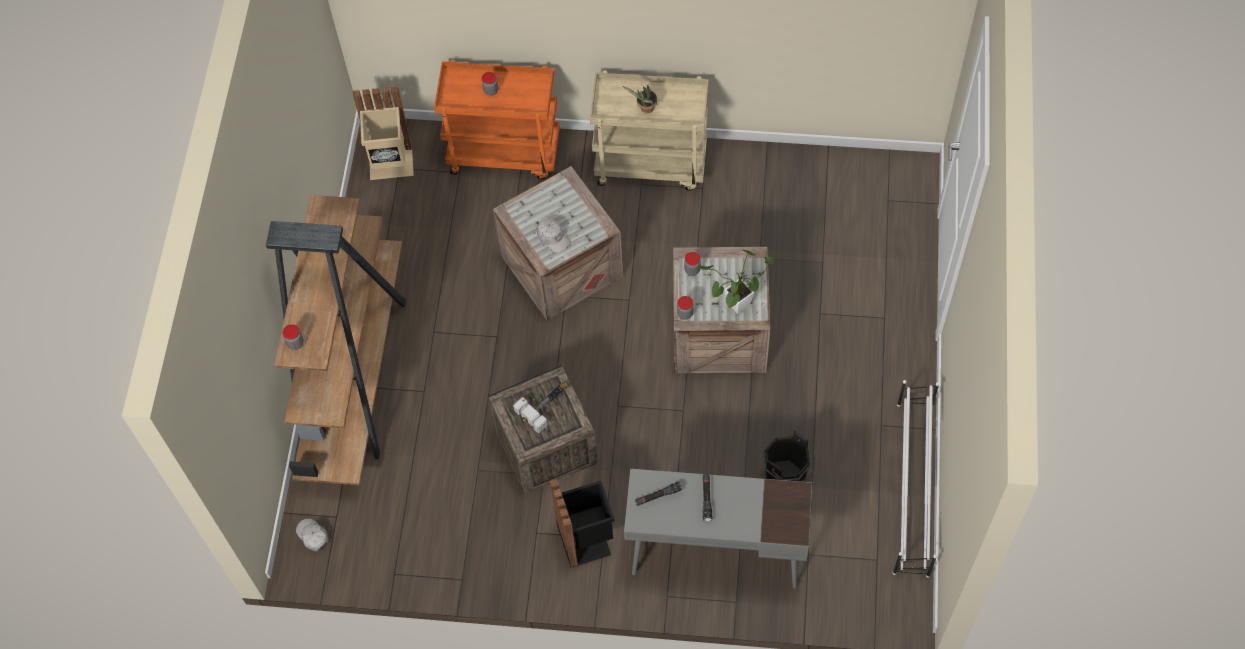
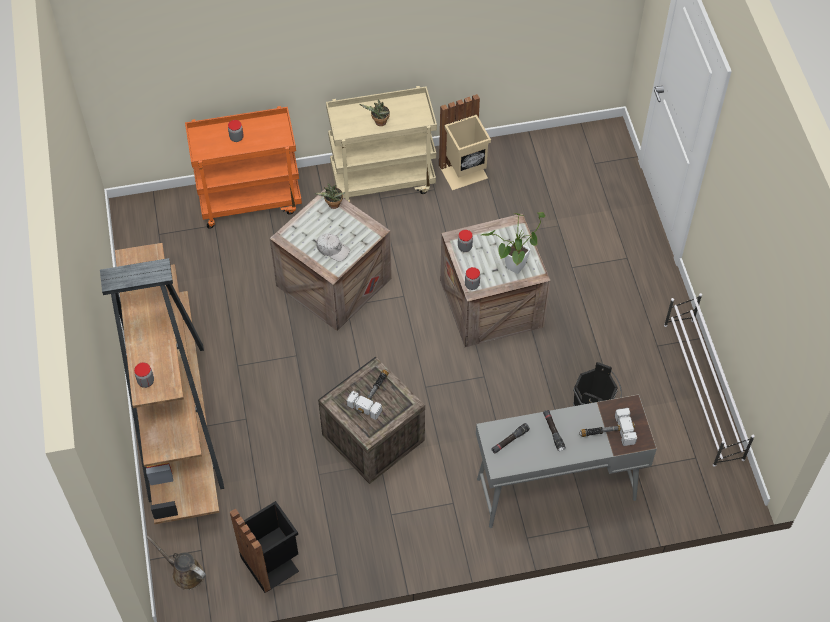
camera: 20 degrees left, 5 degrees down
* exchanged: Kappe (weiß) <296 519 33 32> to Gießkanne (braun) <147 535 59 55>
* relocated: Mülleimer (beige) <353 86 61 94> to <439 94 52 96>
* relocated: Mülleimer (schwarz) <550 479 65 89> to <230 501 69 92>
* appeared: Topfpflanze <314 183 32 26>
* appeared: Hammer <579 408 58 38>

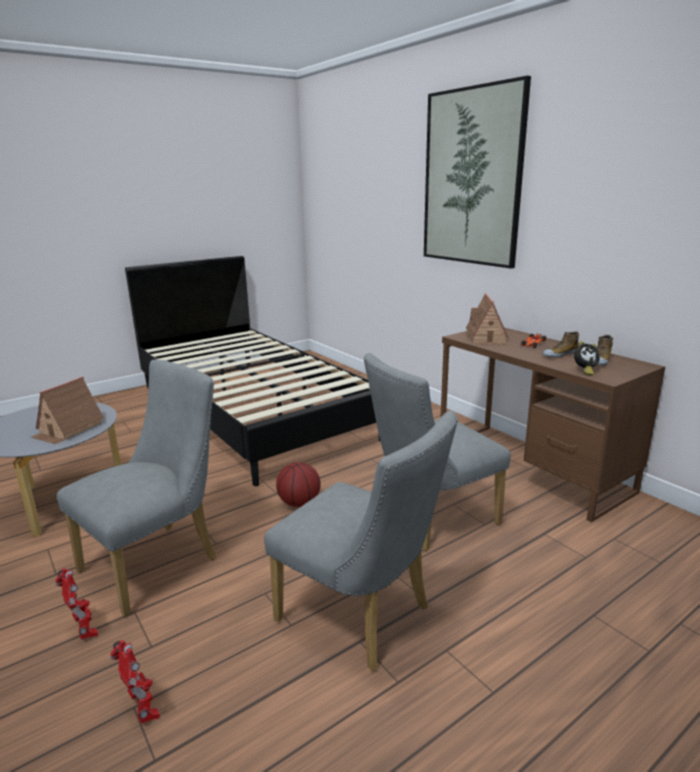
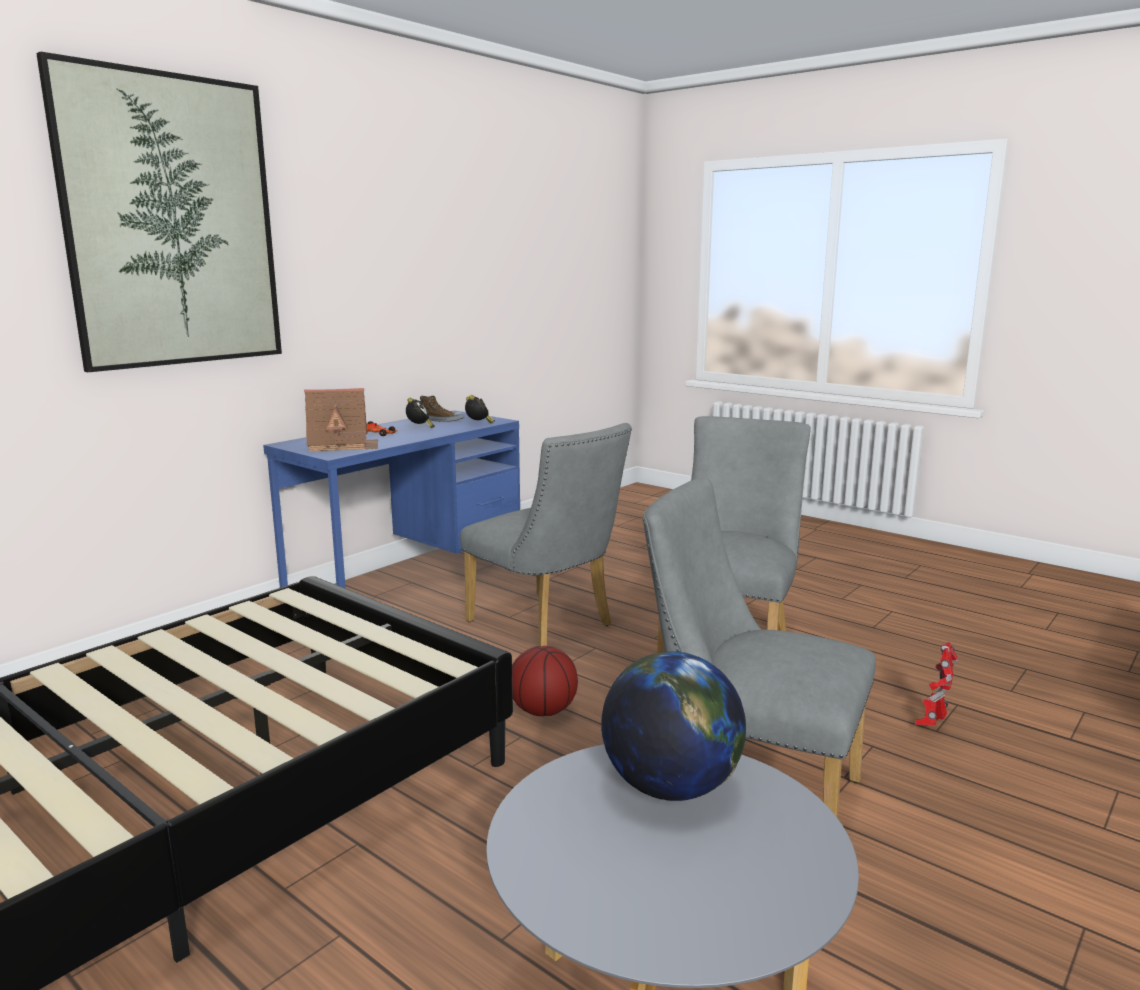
camera: 105 degrees left, 5 degrees down
* exchanged: Spielzeughaus <31 377 73 67> to Globus <601 651 145 150>
* missing: Spielzeugroboter <55 568 43 71>
* colour: Schreibtisch (braun) <440 327 225 195> to Schreibtisch (blau) <263 410 257 178>
* exchanged: Schuh <542 331 37 27> to Wecker <406 397 29 31>

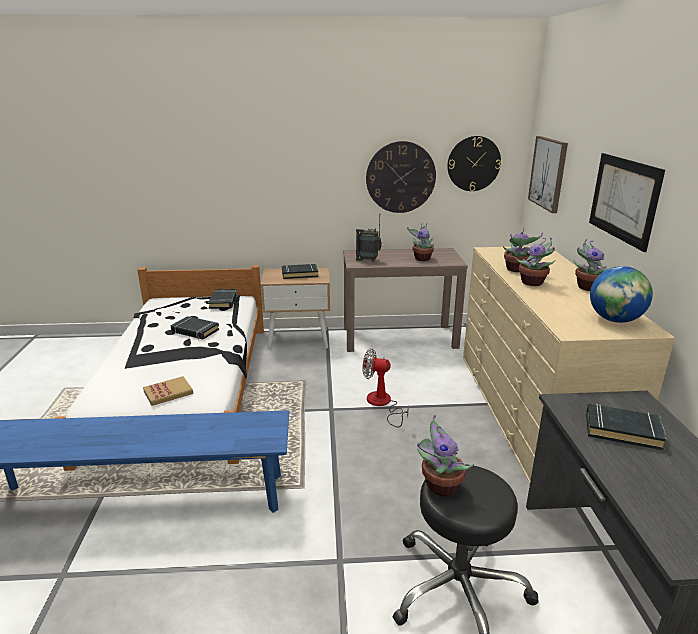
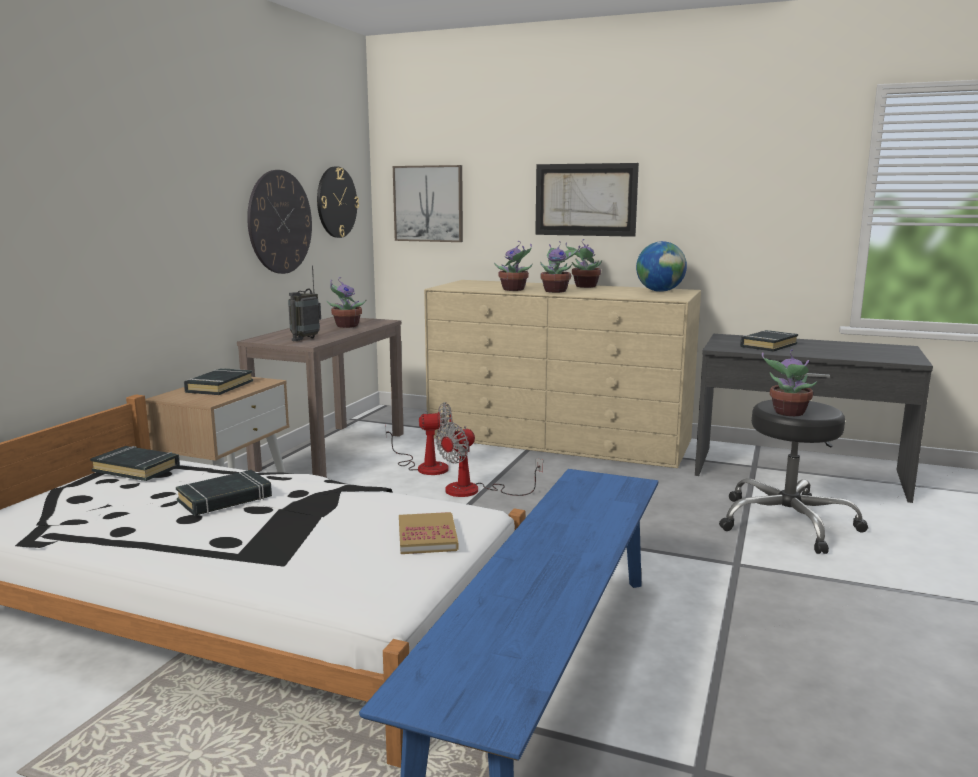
camera: 65 degrees left, 10 degrees down
* appeared: Ventilator <386 402 66 73>

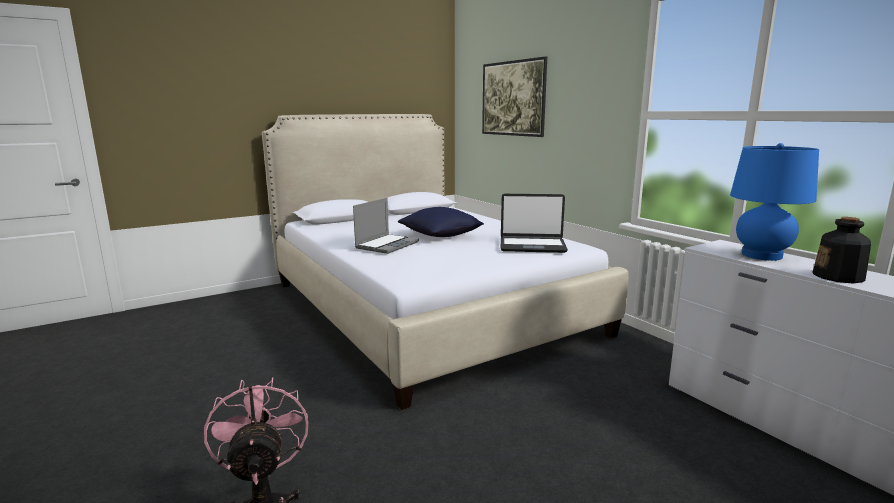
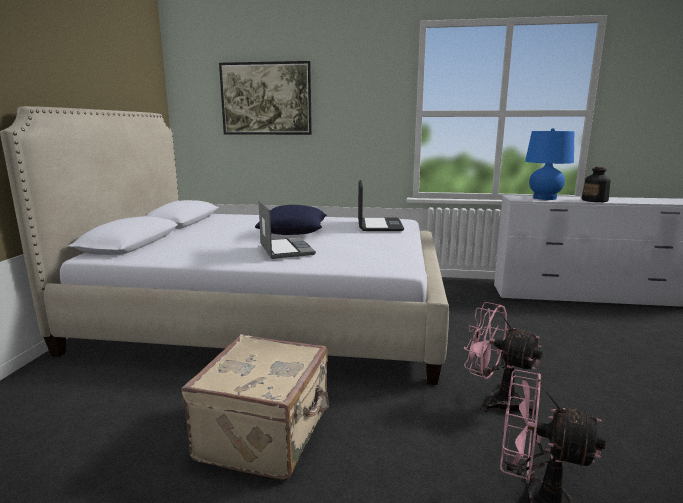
camera: 50 degrees left, 0 degrees up
* spun: Laptop <501 194 67 59> = <358 180 46 51> 45 degrees counterclockwise
* appeared: Koffer (beige) <181 334 149 146>
* appeared: Ventilator (rosa) <464 302 79 113>

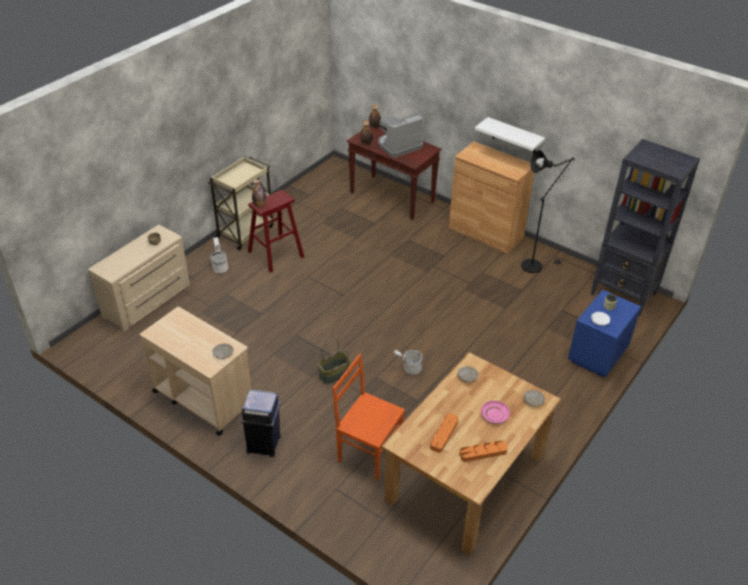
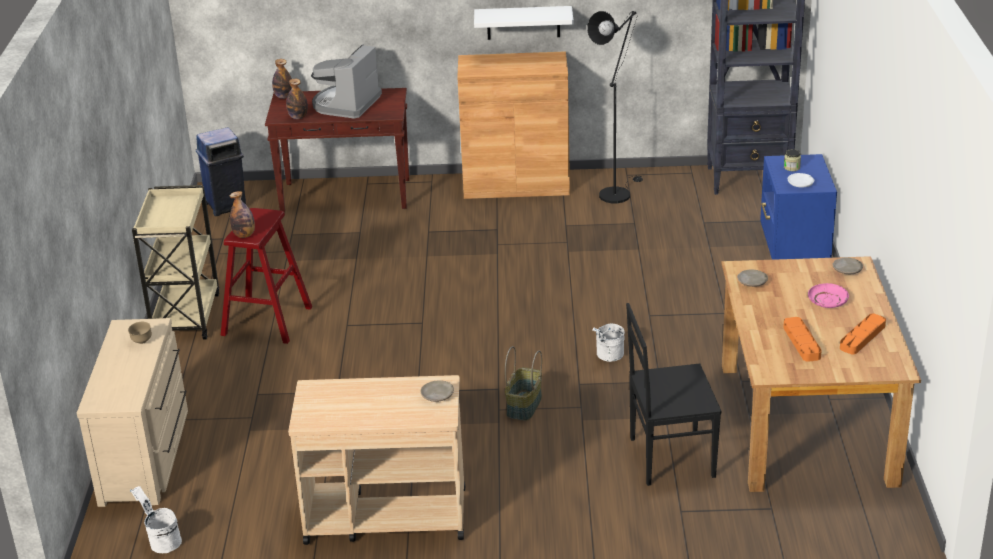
camera: 35 degrees left, 10 degrees down
* relocated: Eimer (weiß) <211 237 17 36> to <130 486 52 67>
* relocated: Mülleimer (blau) <241 389 40 68> to <196 127 50 89>
* colour: Stuhl (orange) <333 354 72 126> to Stuhl (schwarz) <626 303 96 183>

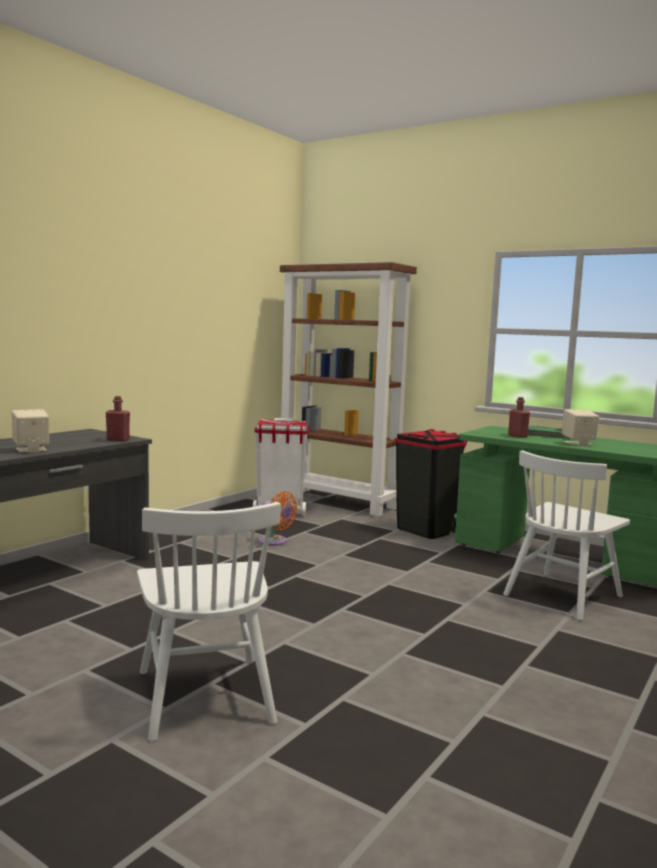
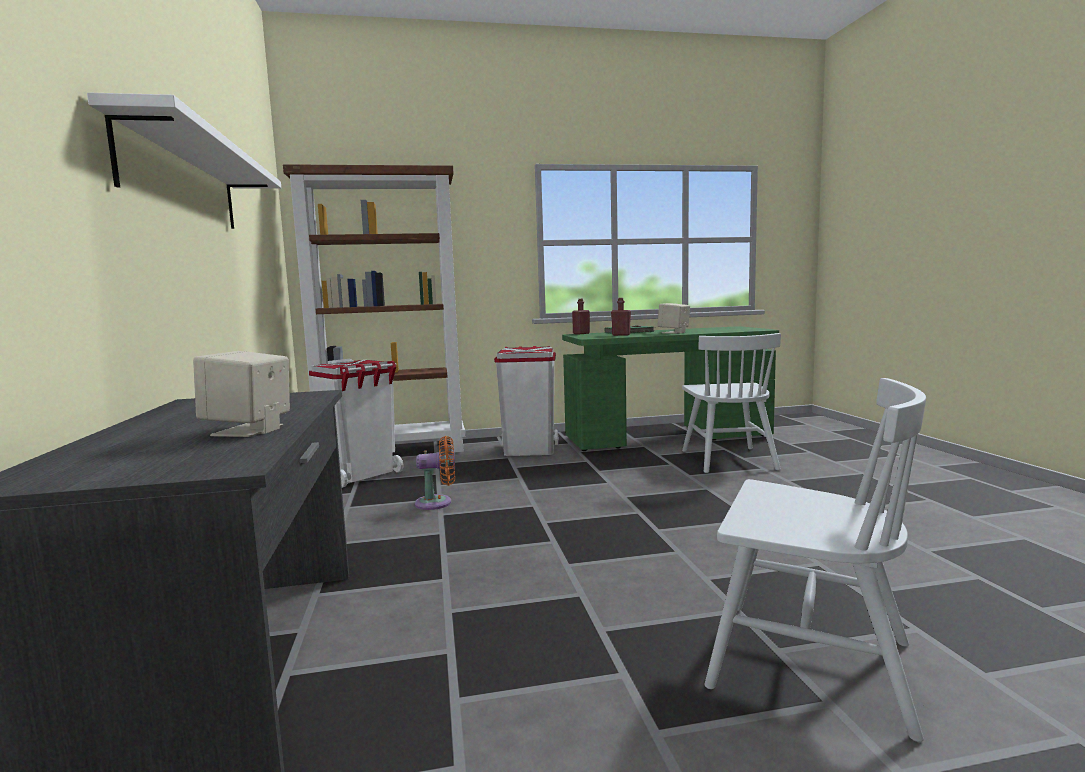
camera: 45 degrees left, 0 degrees up
* relocated: Flasche (rot) <106 396 24 45> to <572 299 18 35>
* colour: Mülleimer (schwarz) <394 429 73 110> to Mülleimer (weiß) <494 346 64 110>
* appeared: Wandregal (weiß) <87 92 194 137>

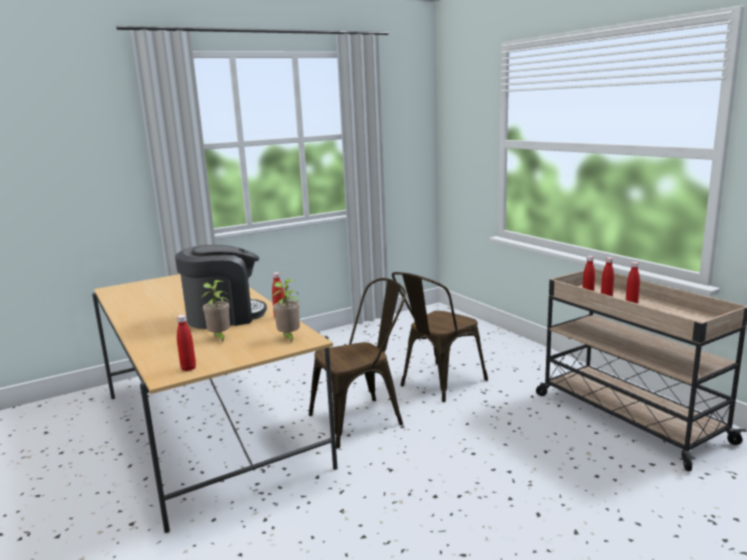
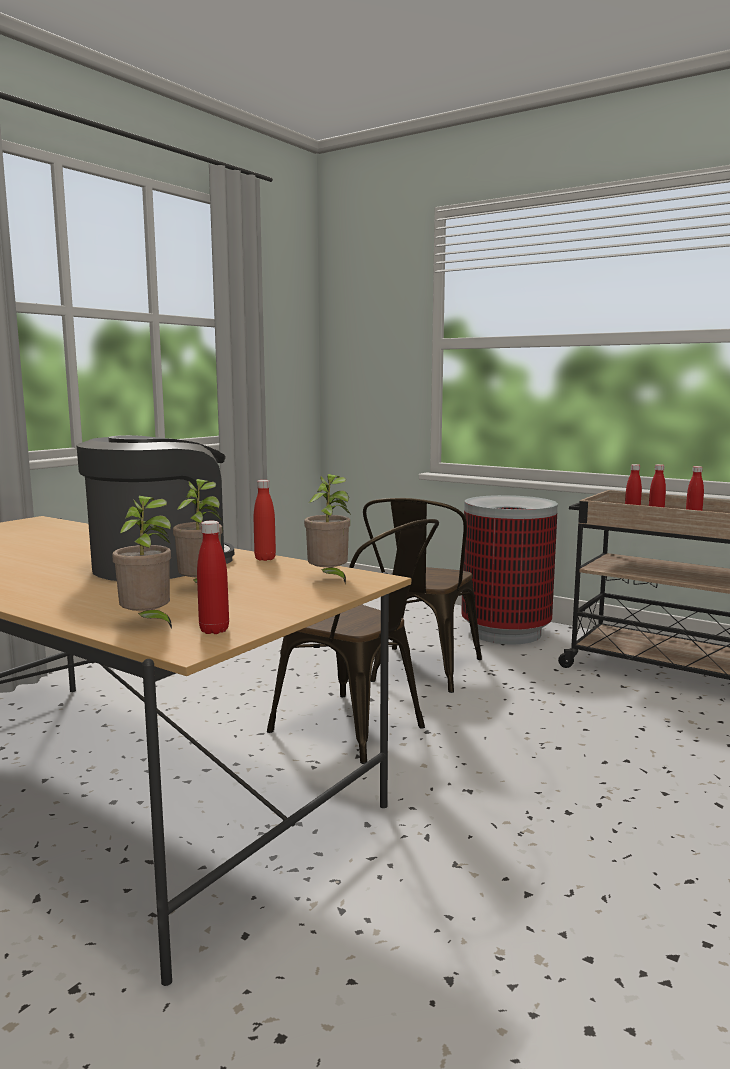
camera: 25 degrees left, 5 degrees down
* spun: Stuhl (braun) <309 278 97 171> = <267 519 172 245> 90 degrees clockwise
* appeared: Topfpflanze <112 496 60 133>
* appeared: Mülleimer <461 495 97 149>

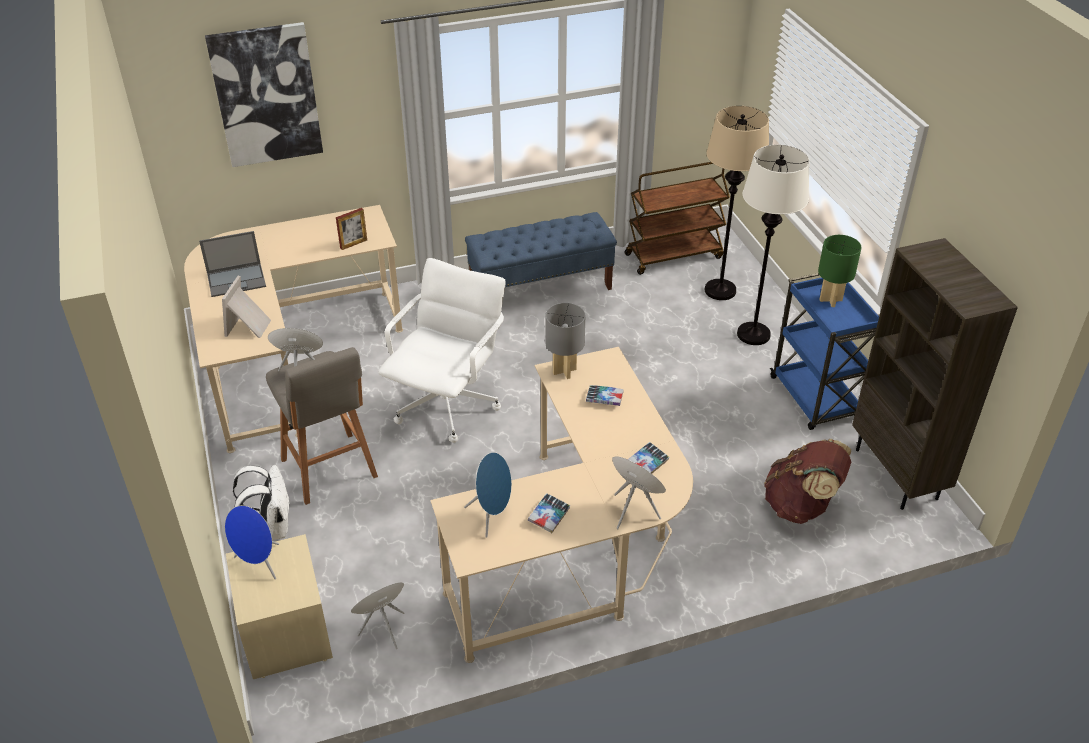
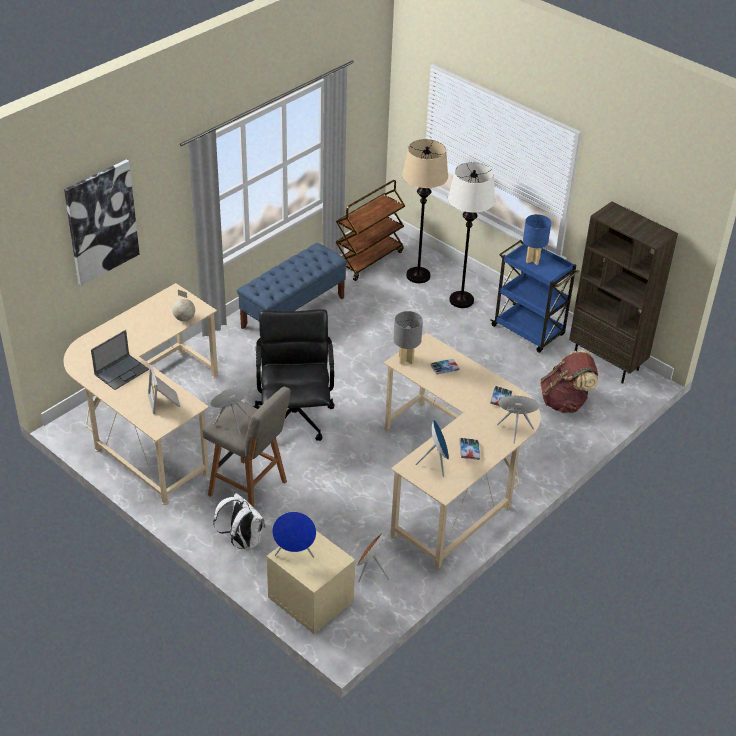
camera: 30 degrees left, 0 degrees up
* exchanged: Bilderrahmen <336 208 31 42> to Globus <172 290 23 31>
* colour: Bürostuhl (weiß) <378 258 128 185> to Bürostuhl (schwarz) <253 309 81 132>
* colour: Tischlampe (grün) <818 235 43 72> to Tischlampe (blau) <523 214 28 51>

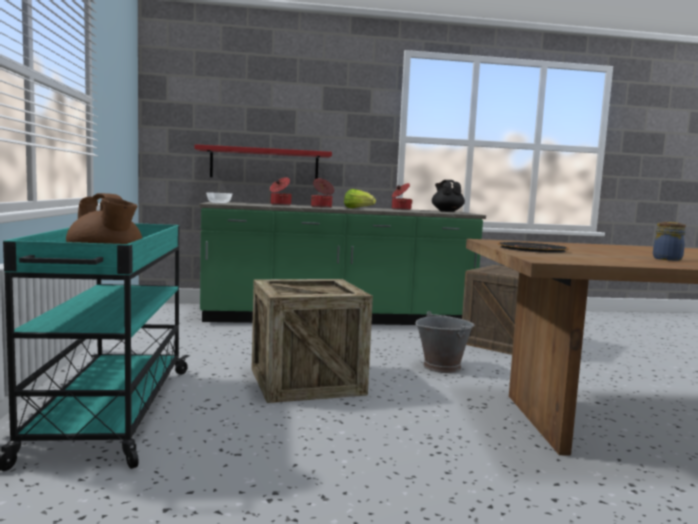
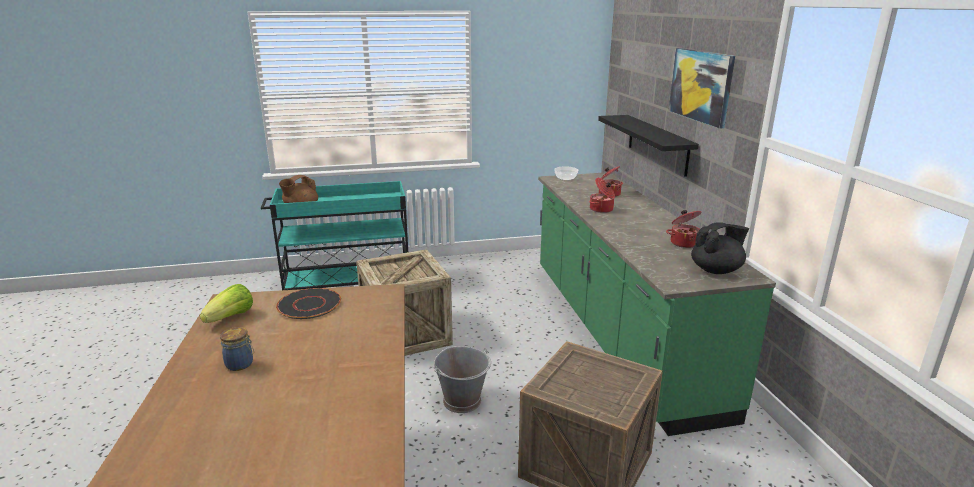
camera: 85 degrees right, 15 degrees up
* colour: Wandregal (rot) <194 144 138 35> to Wandregal (schwarz) <598 115 101 62>
* relocated: Salatkopf <344 189 32 19> to <200 284 53 39>
* appeared: Bild <669 48 66 81>

